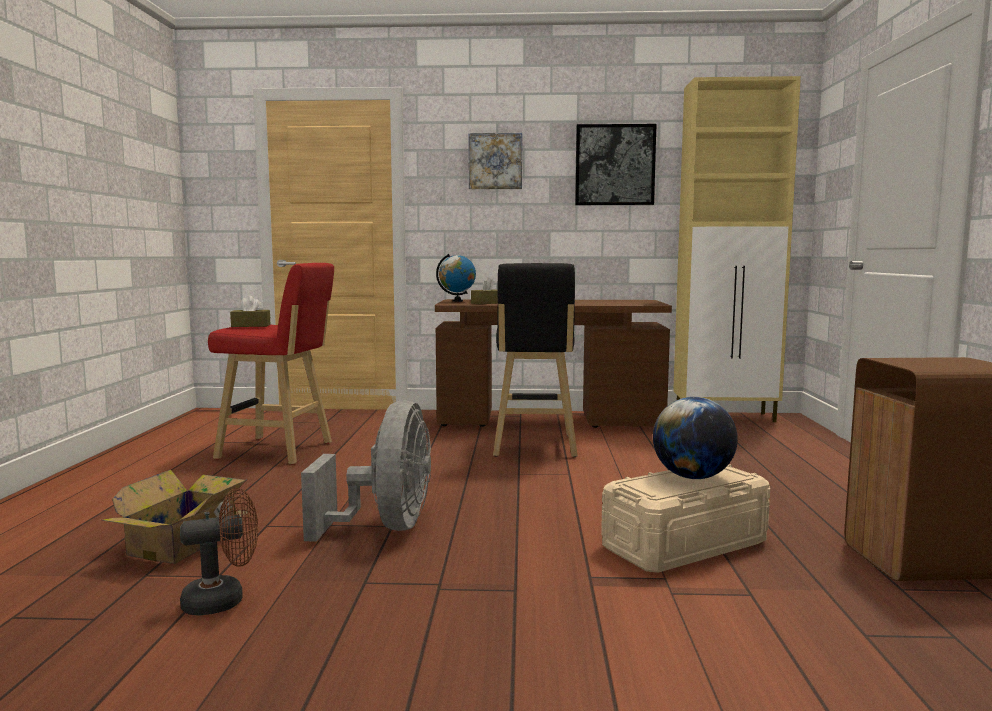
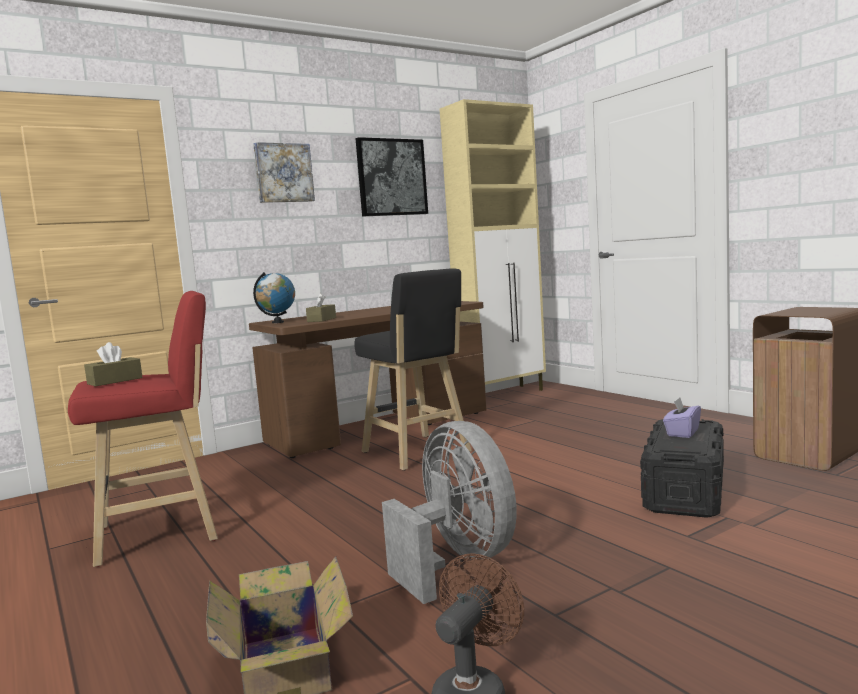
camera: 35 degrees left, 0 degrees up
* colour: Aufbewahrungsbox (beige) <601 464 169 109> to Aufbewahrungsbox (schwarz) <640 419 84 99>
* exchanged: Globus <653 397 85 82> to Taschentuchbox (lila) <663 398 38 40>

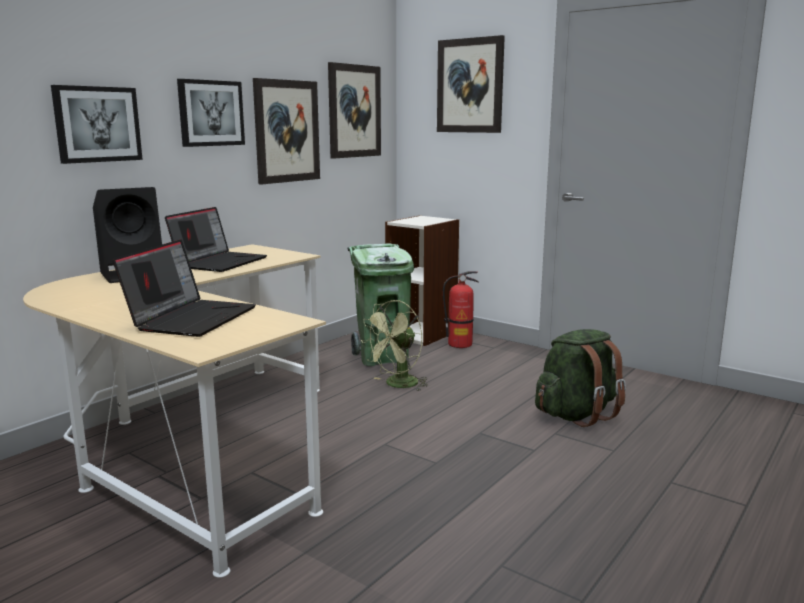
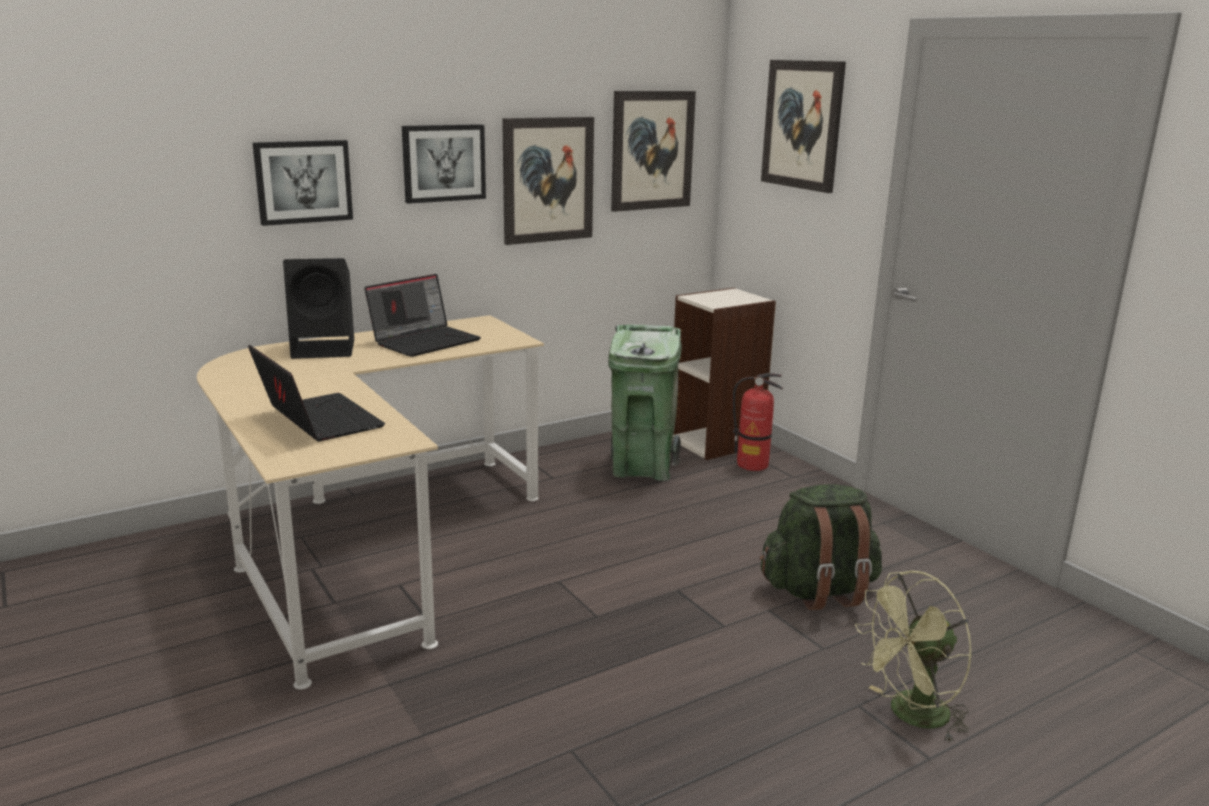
camera: 20 degrees right, 5 degrees up
* spun: Laptop <113 239 142 98> = <248 345 137 97> 75 degrees counterclockwise
* relocated: Ventilator (grün) <361 300 67 91> to <855 571 117 171>

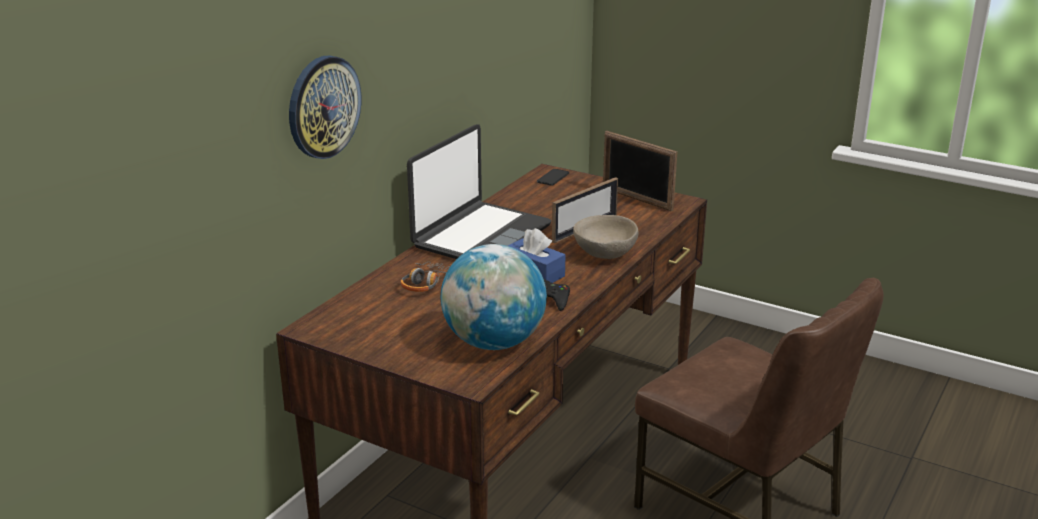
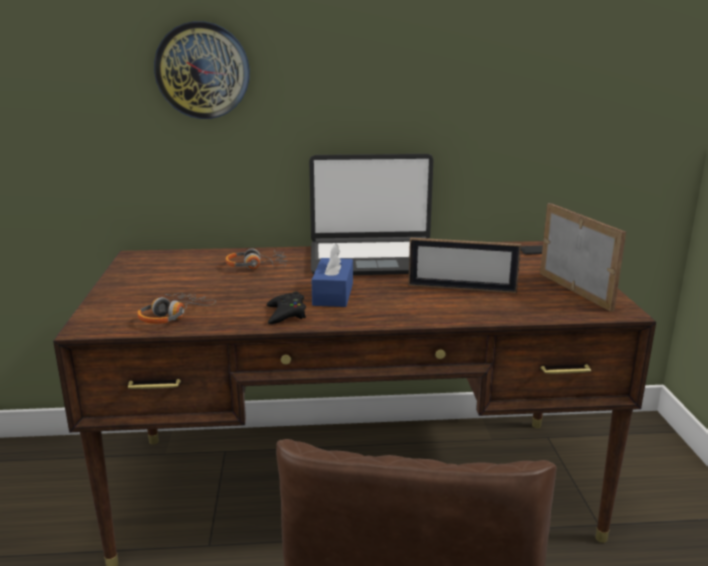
camera: 55 degrees right, 5 degrees down
* exchanged: Globus <441 244 106 106> to Kopfhörer <137 293 79 31>
* missing: Schüssel (beige) <573 215 66 44>
* spun: Bilderrahmen <603 131 74 81> = <540 203 86 109> 150 degrees clockwise

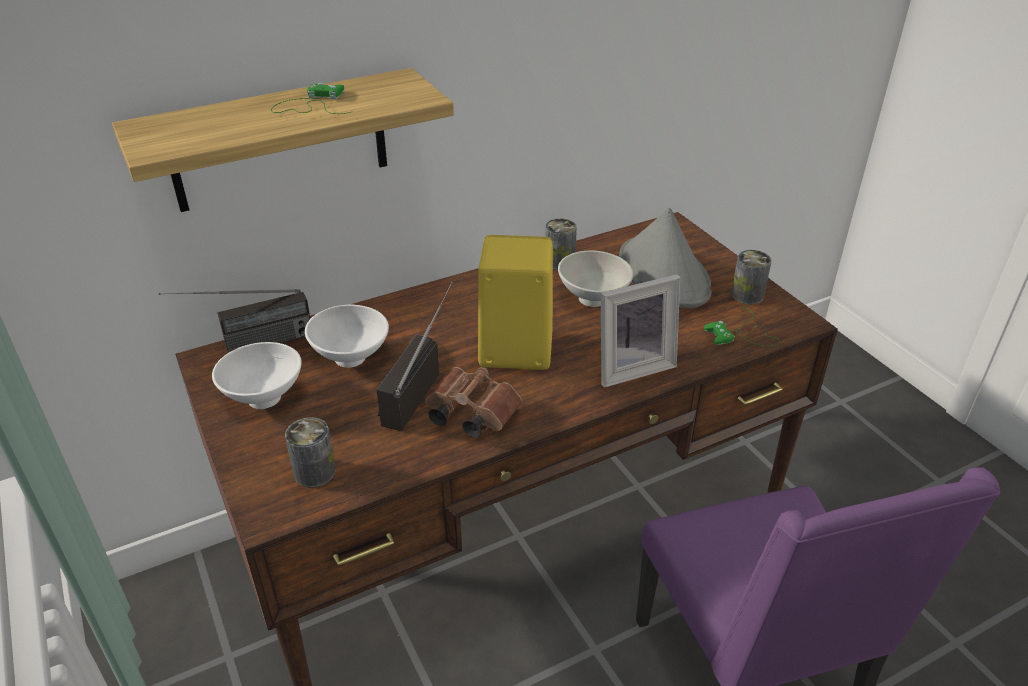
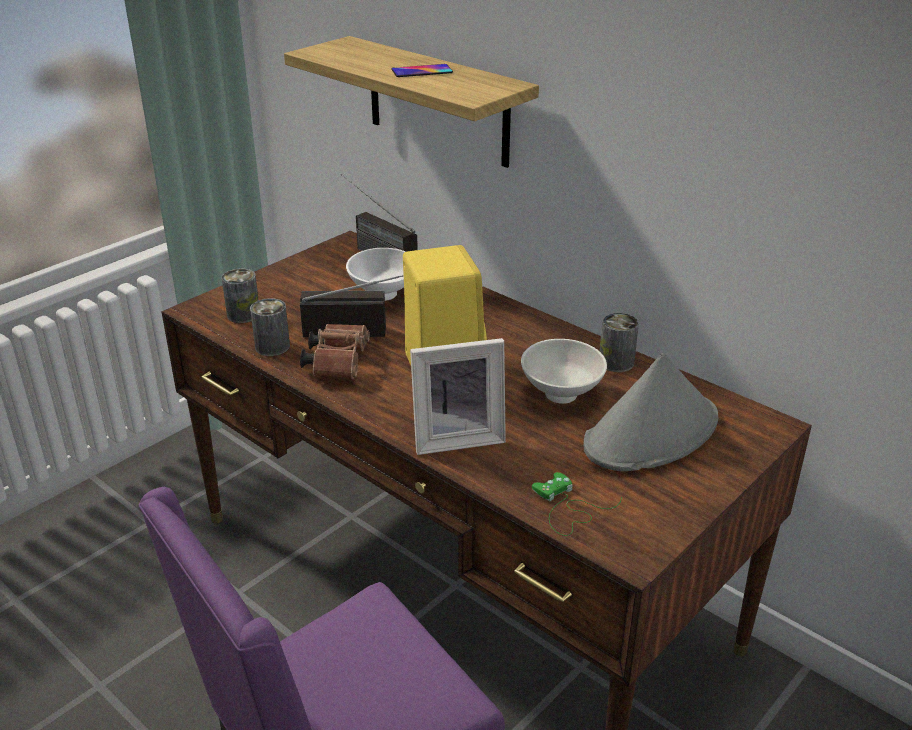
camera: 70 degrees right, 5 degrees down
* missing: Schüssel (weiß) <212 342 90 67>
* exchanged: Gamepad (grün) <271 83 80 31> to Handy <391 64 62 13>
* spun: Bilderrahmen <601 274 79 114> = <410 338 96 117> 60 degrees counterclockwise
* relocated: Dose <731 250 41 54> to <250 298 40 58>

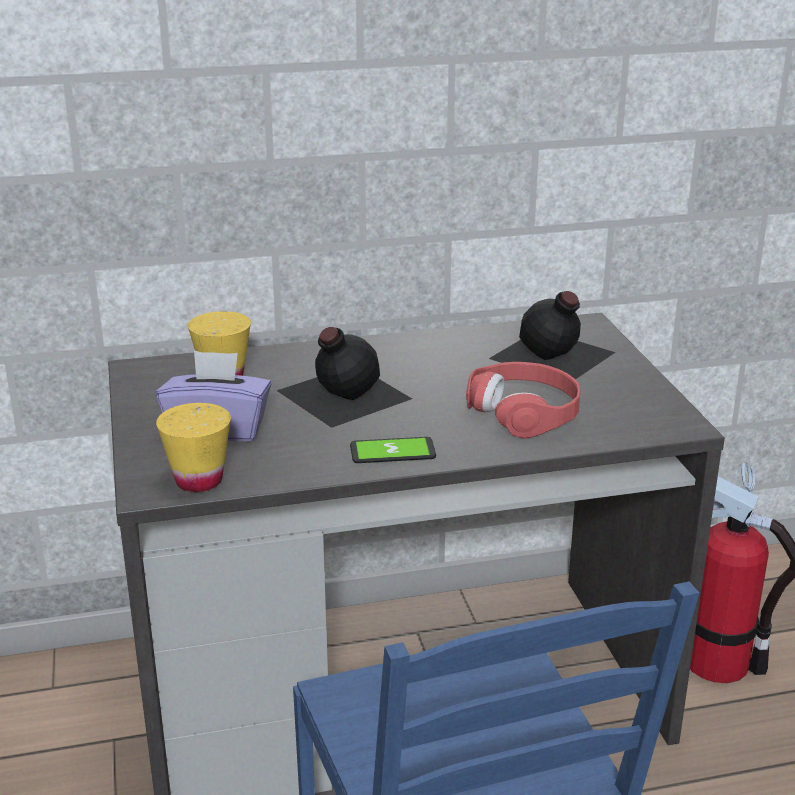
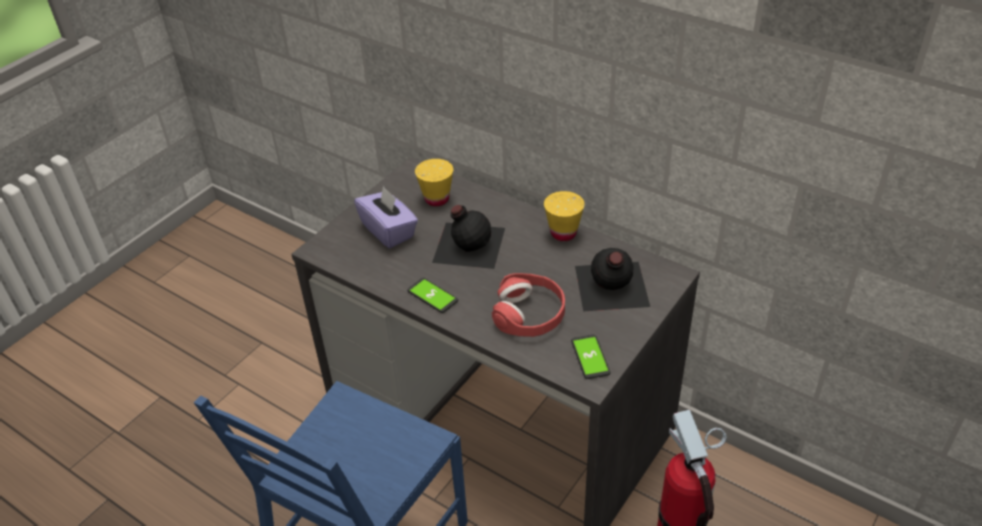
camera: 50 degrees right, 15 degrees up
* relocated: Tasse (gelb) <156 403 75 89> to <544 191 41 50>
* appeared: Handy <571 335 39 44>

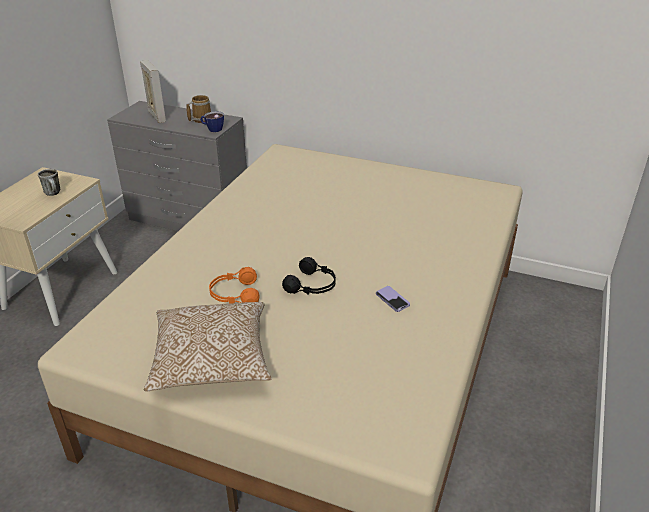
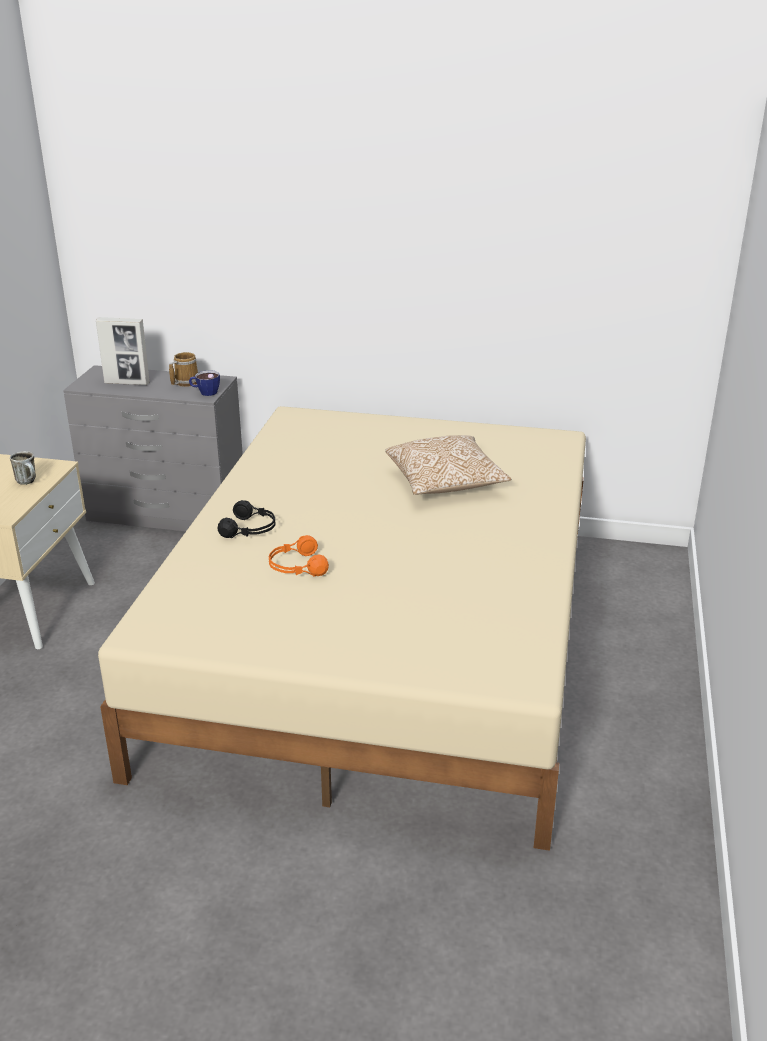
camera: 10 degrees left, 5 degrees down
* spun: Bilderrahmen <140 60 26 63> = <96 317 54 68> 135 degrees clockwise
* relocated: Kissen <144 302 127 90> to <385 435 126 60>
* relocated: Kopfhörer (schwarz) <282 257 54 37> to <217 500 58 38>
* missing: Handy <376 286 34 26>

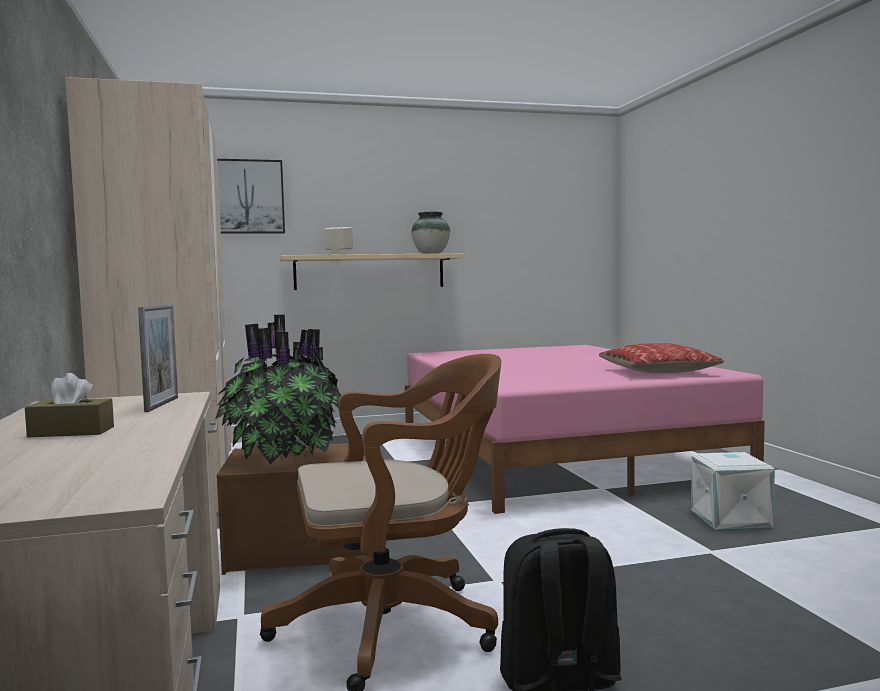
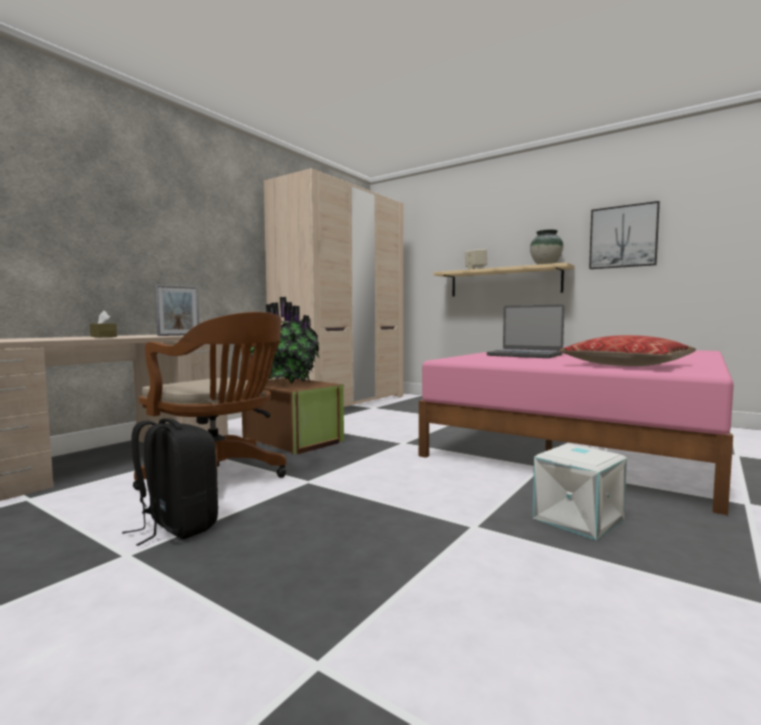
camera: 50 degrees right, 0 degrees up
* relocated: Bild <217 159 68 75> to <589 201 71 68>
* appeared: Laptop <487 305 78 53>

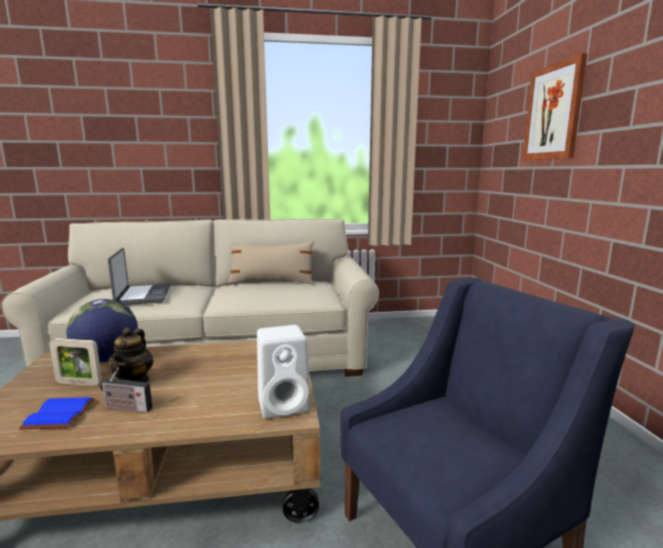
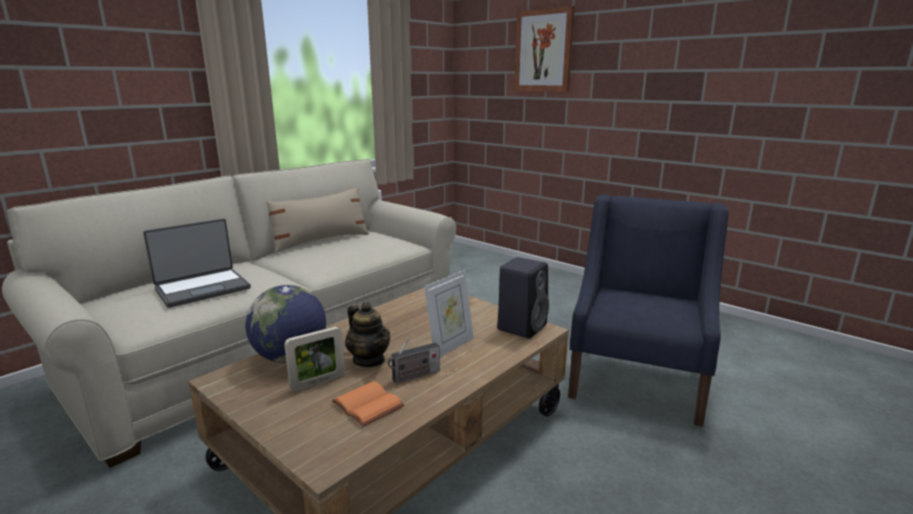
camera: 40 degrees left, 5 degrees up
* colour: Buch (blau) <19 397 76 32> to Buch (orange) <332 381 73 46>
* spun: Laptop <108 248 62 57> = <143 219 108 89> 105 degrees clockwise
* colour: Lautsprecher (weiß) <257 325 53 94> to Lautsprecher (schwarz) <497 257 52 82>
* appeared: Bilderrahmen <424 270 50 87>

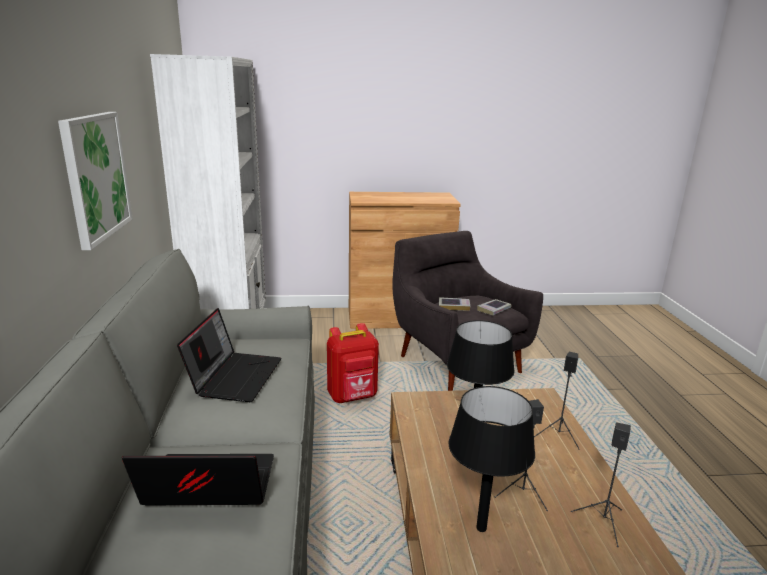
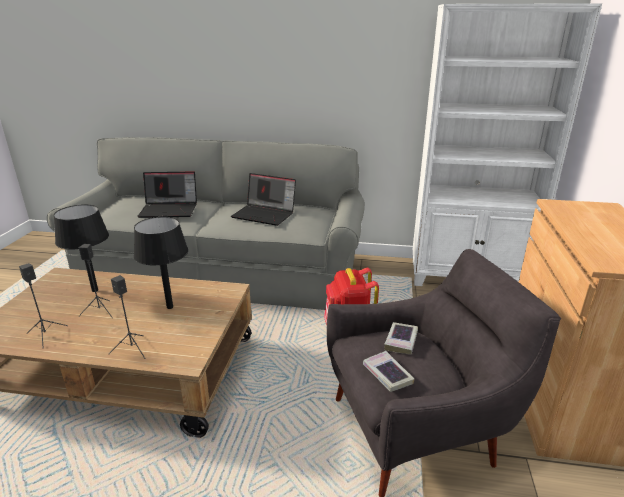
camera: 105 degrees right, 5 degrees up
* missing: Bild <58 112 75 138>
* spun: Laptop <122 454 152 51> = <137 171 60 47> 75 degrees clockwise

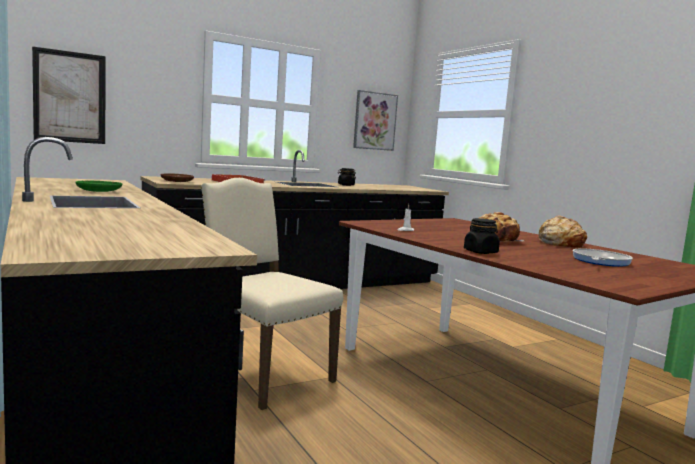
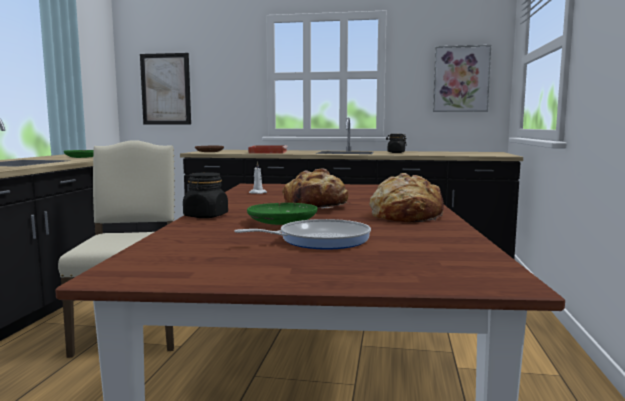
camera: 40 degrees right, 0 degrees up
* appeared: Teller (grün) <247 203 70 22>

